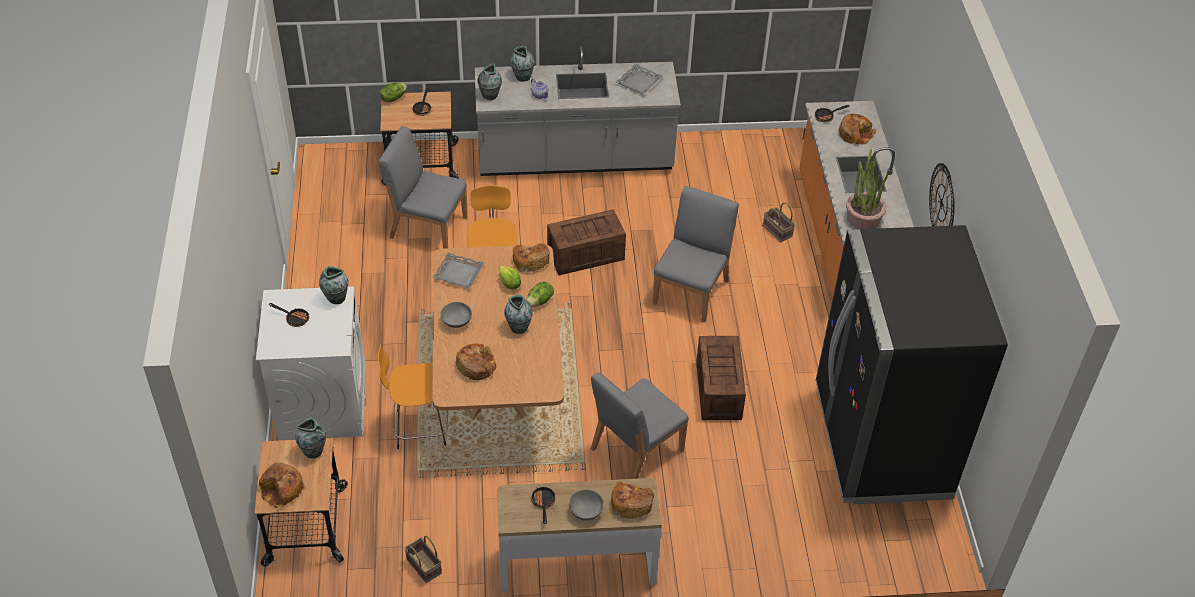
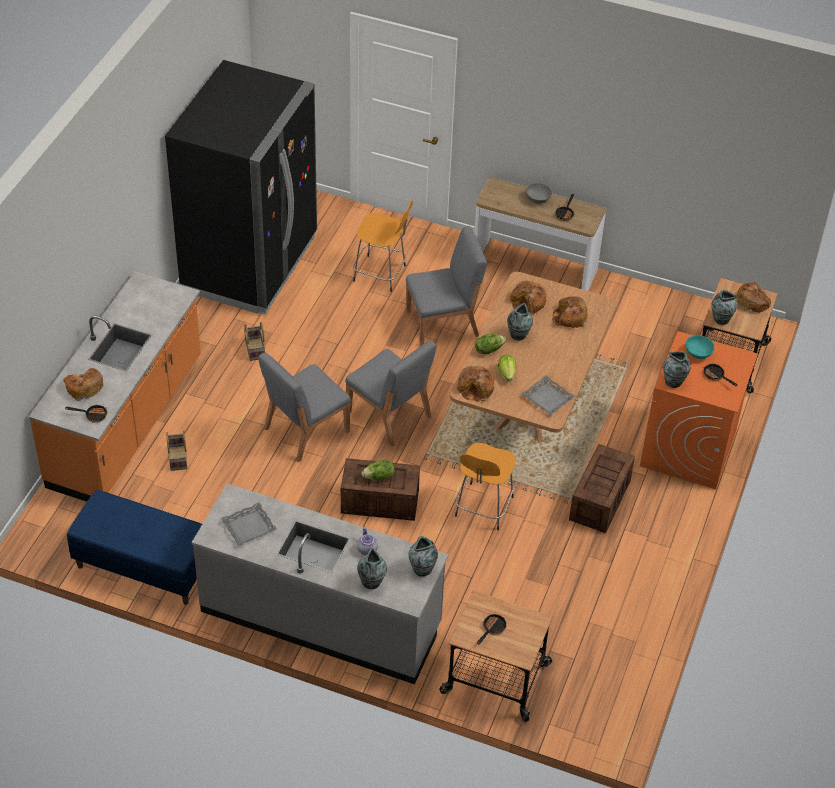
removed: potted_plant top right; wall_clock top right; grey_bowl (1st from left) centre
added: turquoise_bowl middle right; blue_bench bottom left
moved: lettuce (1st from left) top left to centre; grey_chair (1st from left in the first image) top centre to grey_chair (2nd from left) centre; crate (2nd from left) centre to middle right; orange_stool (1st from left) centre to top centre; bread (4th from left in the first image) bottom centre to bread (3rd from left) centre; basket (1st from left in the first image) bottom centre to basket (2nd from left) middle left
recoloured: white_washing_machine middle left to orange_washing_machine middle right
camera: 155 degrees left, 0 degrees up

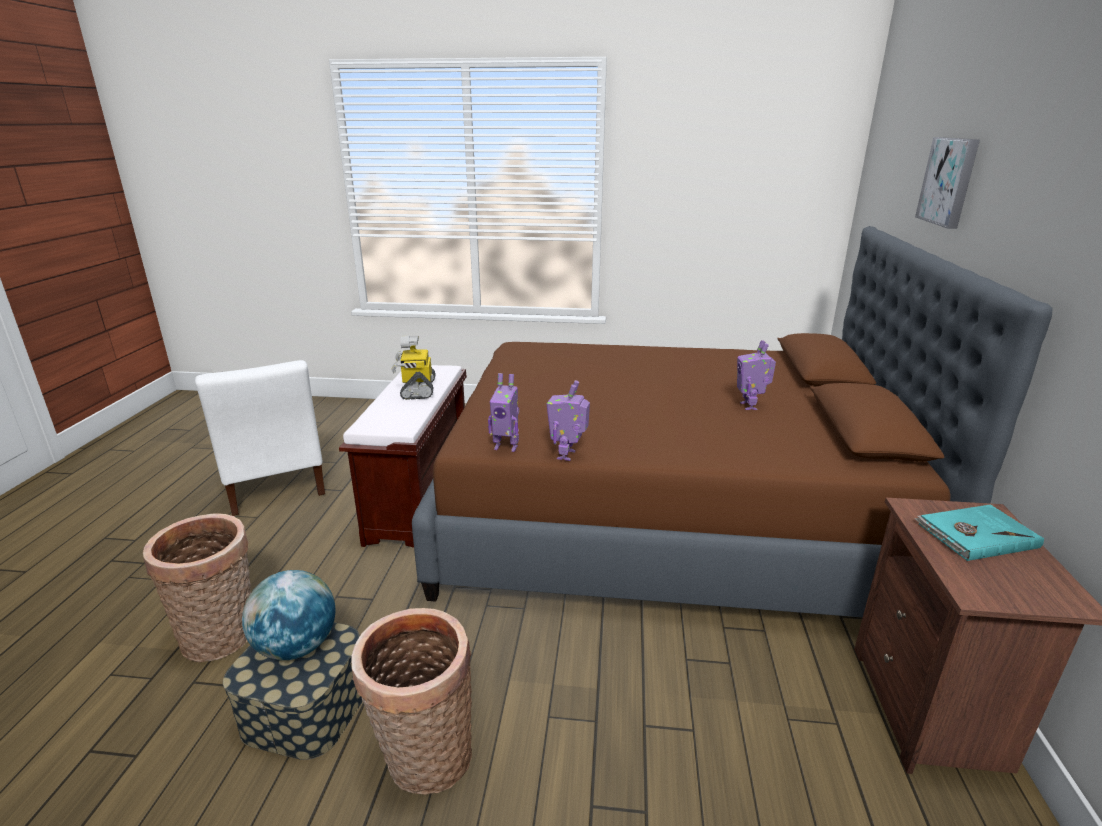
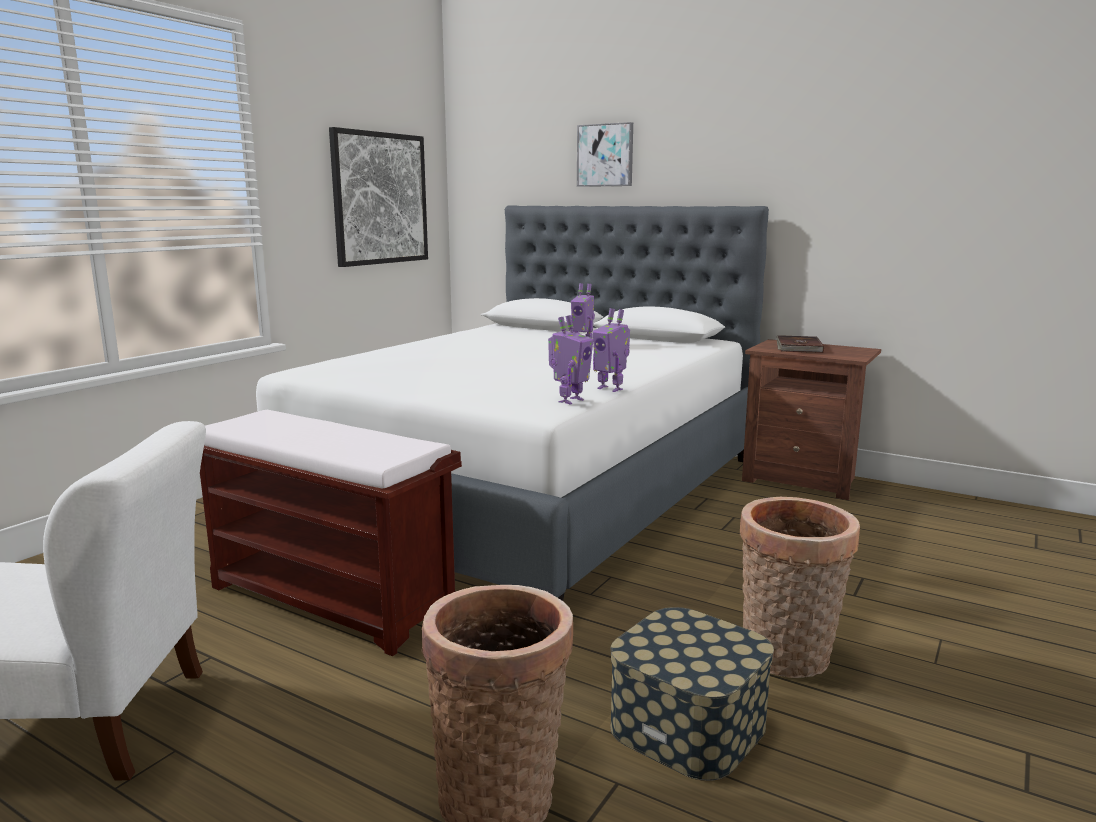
removed: toy_robot (1st from left) centre; globe bottom left
added: picture (1st from left) top centre
recoloured: brown_bed centre to white_bed centre; turquoise_book middle right to brown_book middle right
camera: 65 degrees left, 10 degrees down

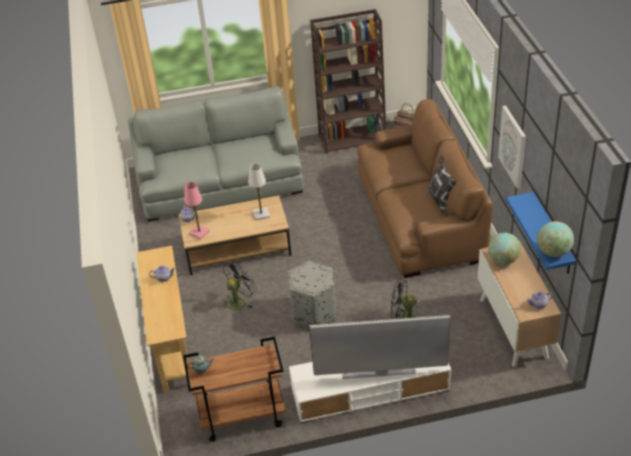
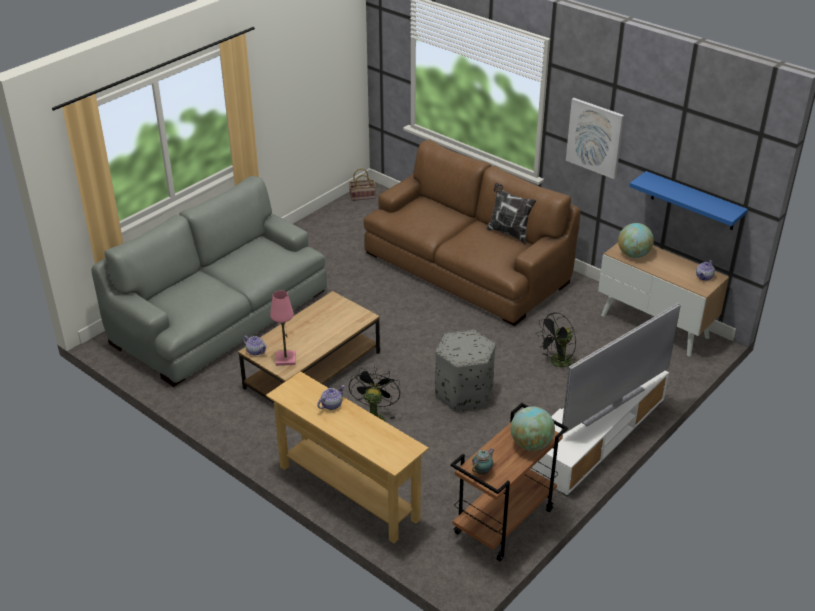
removed: brown_bookcase top centre; white_table_lamp centre
moved: globe (2nd from left in the first image) middle right to globe (1st from left) bottom centre
camera: 40 degrees left, 5 degrees down

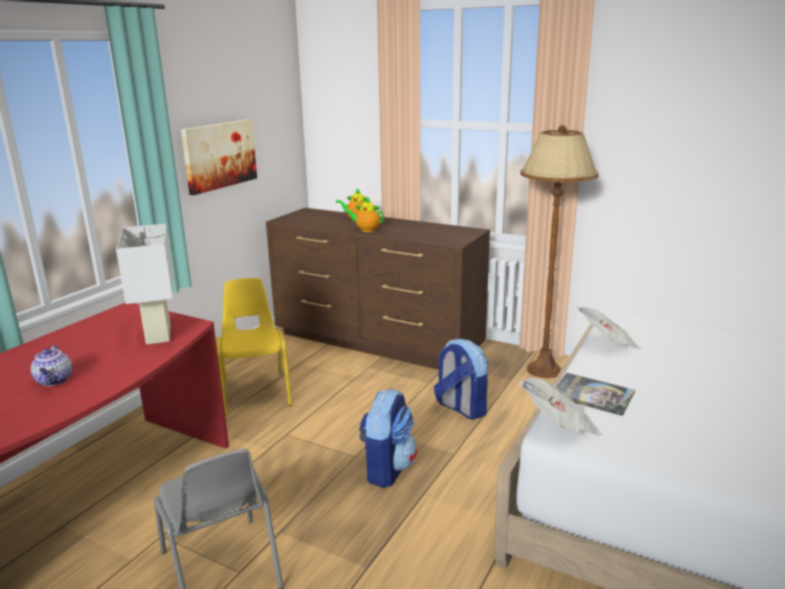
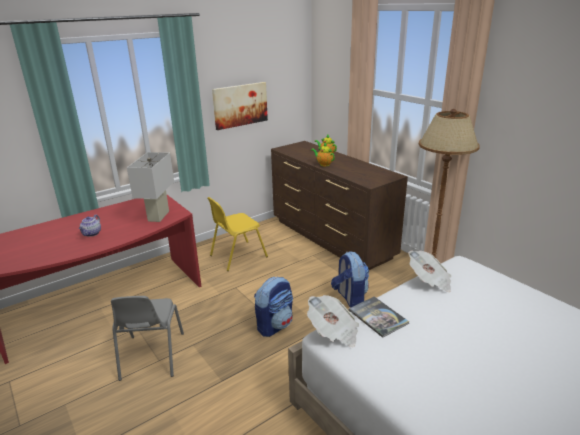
turned: yellow_chair middle left = centre 135 degrees counterclockwise
camera: 25 degrees right, 5 degrees up

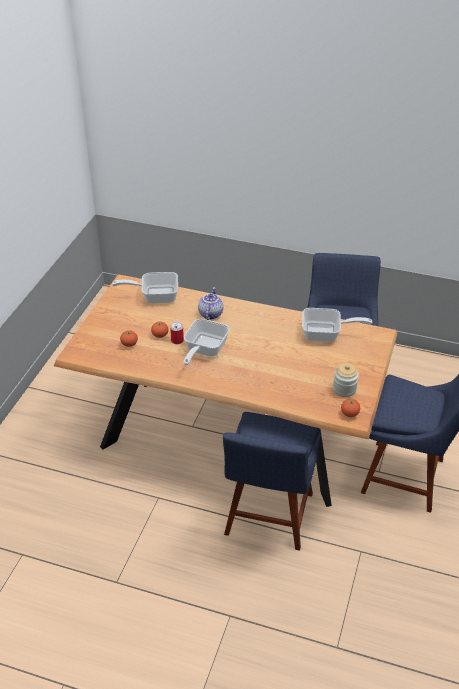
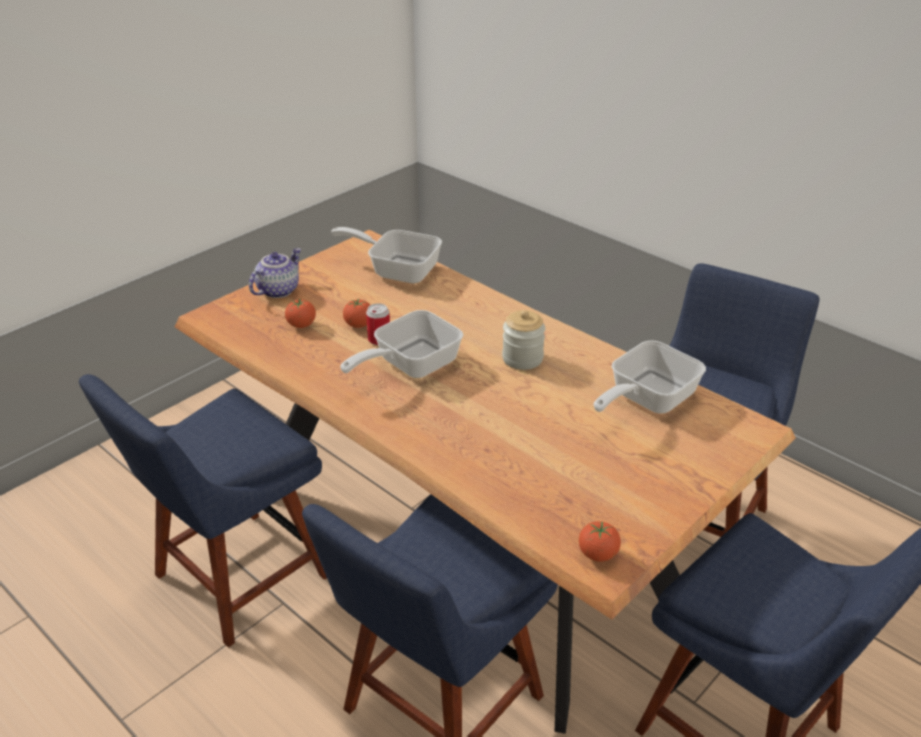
added: blue_chair (1st from left) bottom left
moved: teapot centre to middle left; jar middle right to centre
turned: frying_pan (3rd from left) middle right = middle right 105 degrees clockwise
camera: 25 degrees right, 5 degrees down

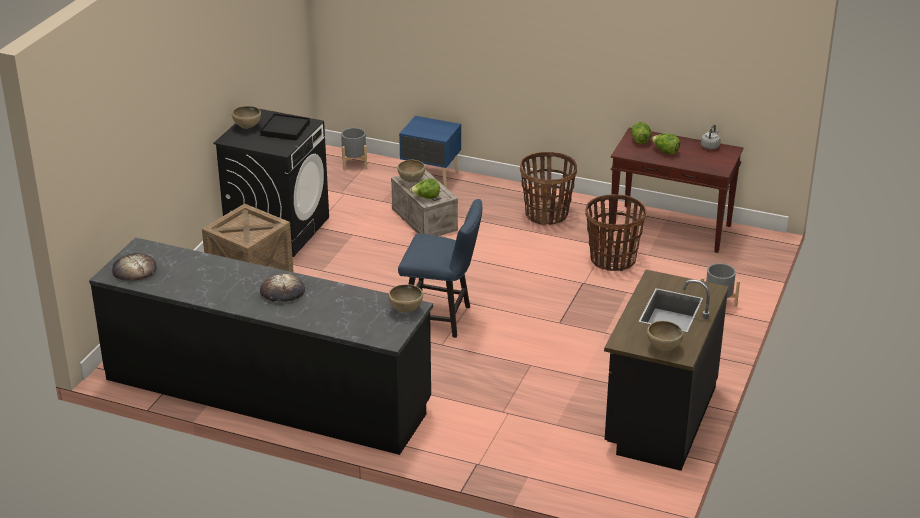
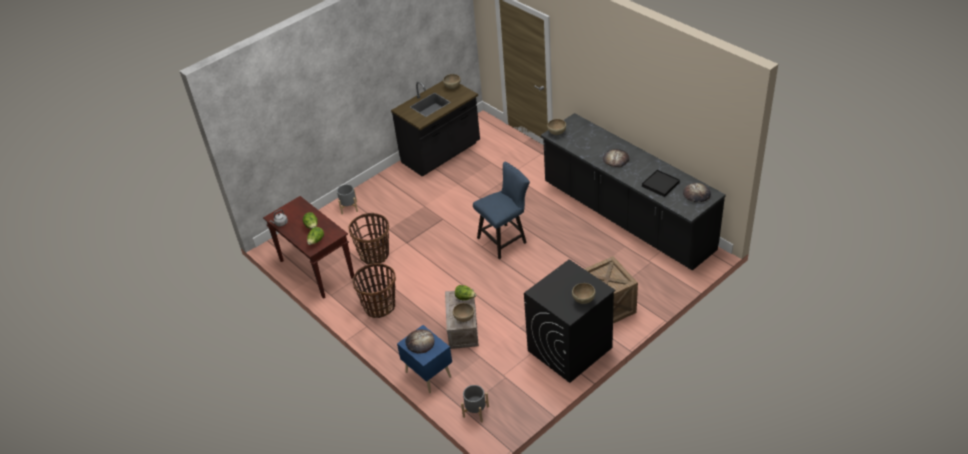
added: bread (1st from left) bottom centre
moved: black_tray top left to middle right
turned: blue_chair centre = centre 105 degrees clockwise
camera: 150 degrees left, 10 degrees up

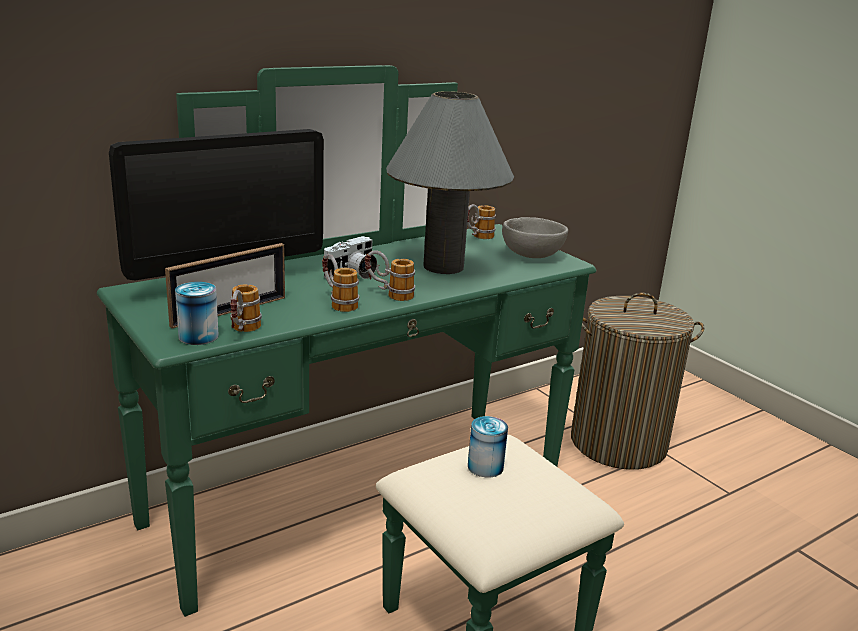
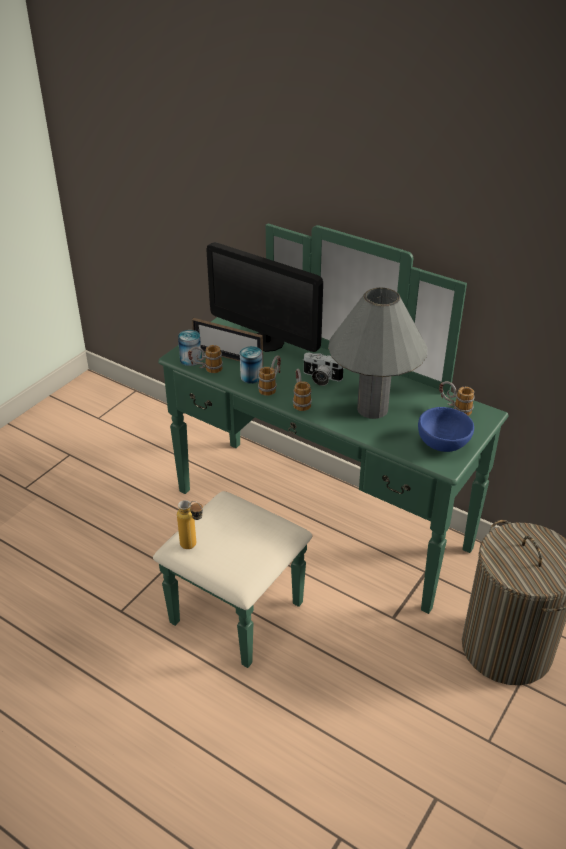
added: bottle centre
moved: can (2nd from left) bottom centre to centre
recoloured: grey_bowl centre to blue_bowl middle right
camera: 70 degrees right, 15 degrees up

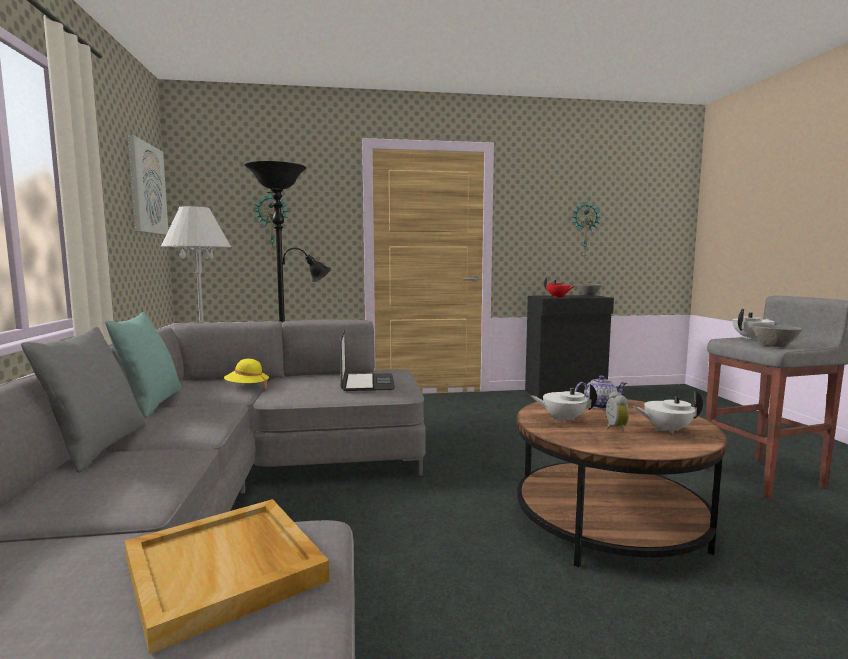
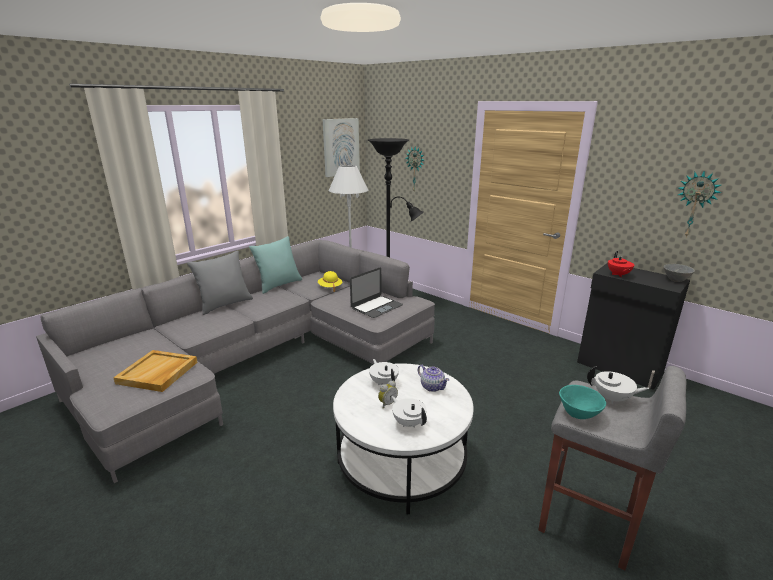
recoloured: grey_bowl (2nd from left) middle right to turquoise_bowl bottom right; brown_coffee_table bottom right to white_coffee_table bottom centre
camera: 50 degrees right, 15 degrees up

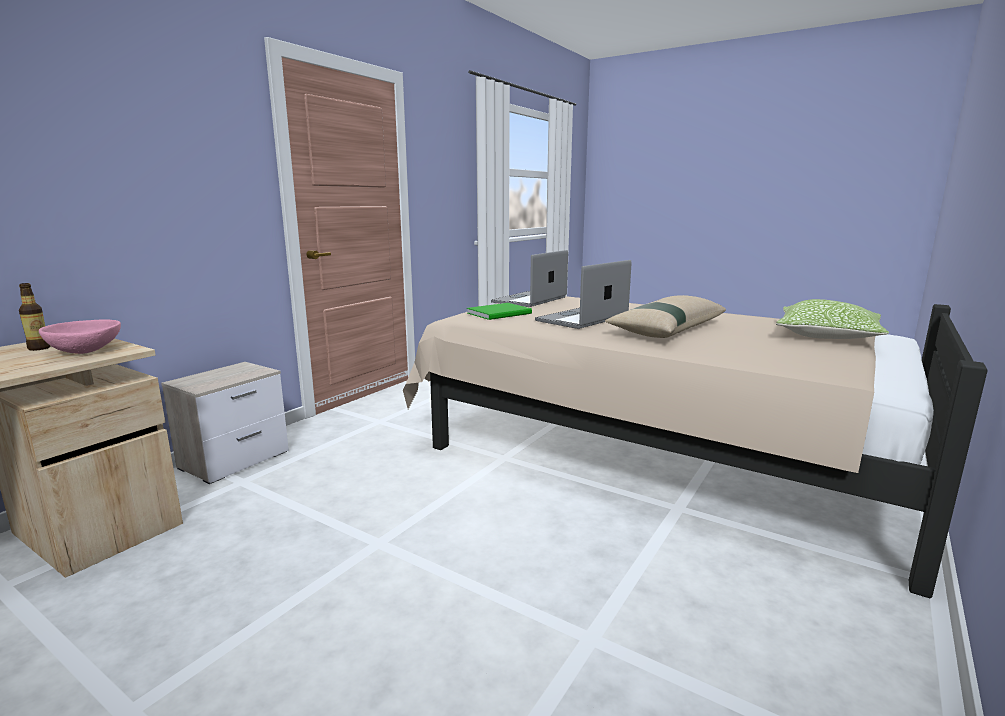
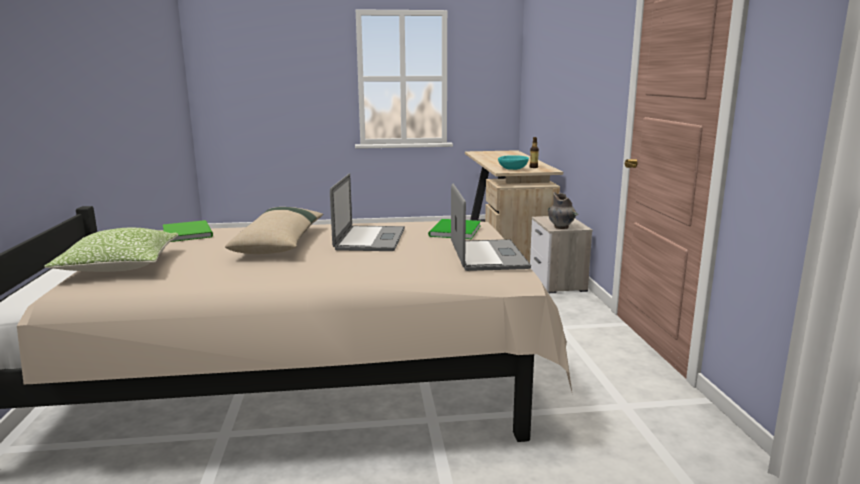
added: grey_vase centre; green_book (1st from left) middle left
recoloured: pink_bowl middle left to turquoise_bowl centre
camera: 140 degrees right, 0 degrees up

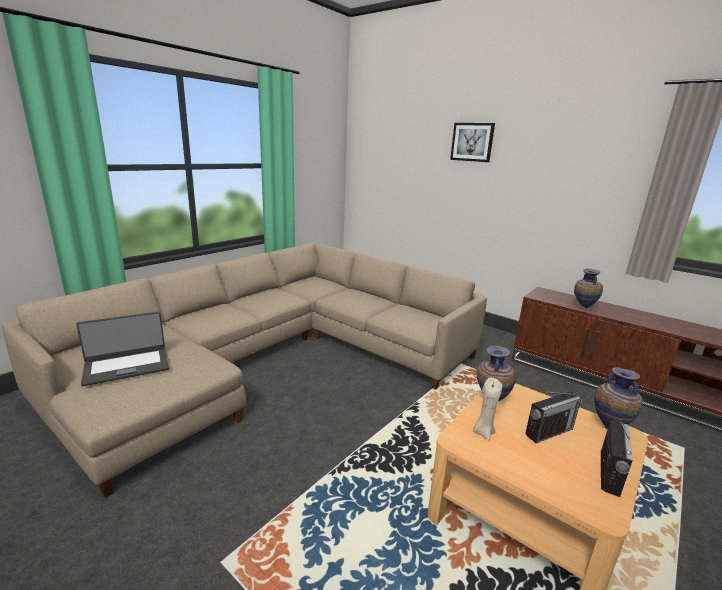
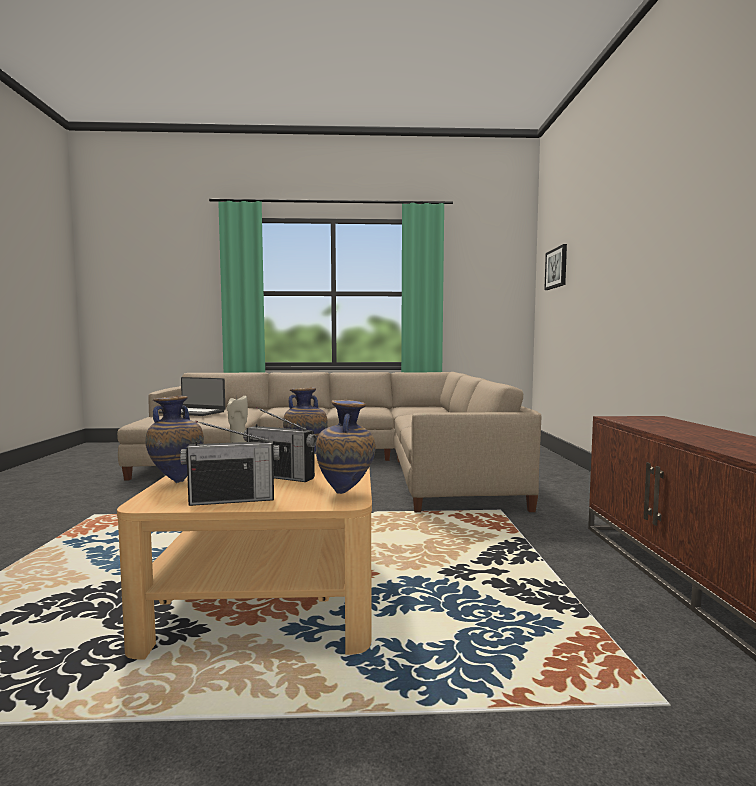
moved: picture top centre to middle right; vase (2nd from left in the first image) middle right to vase (1st from left) middle left
camera: 50 degrees right, 15 degrees down

